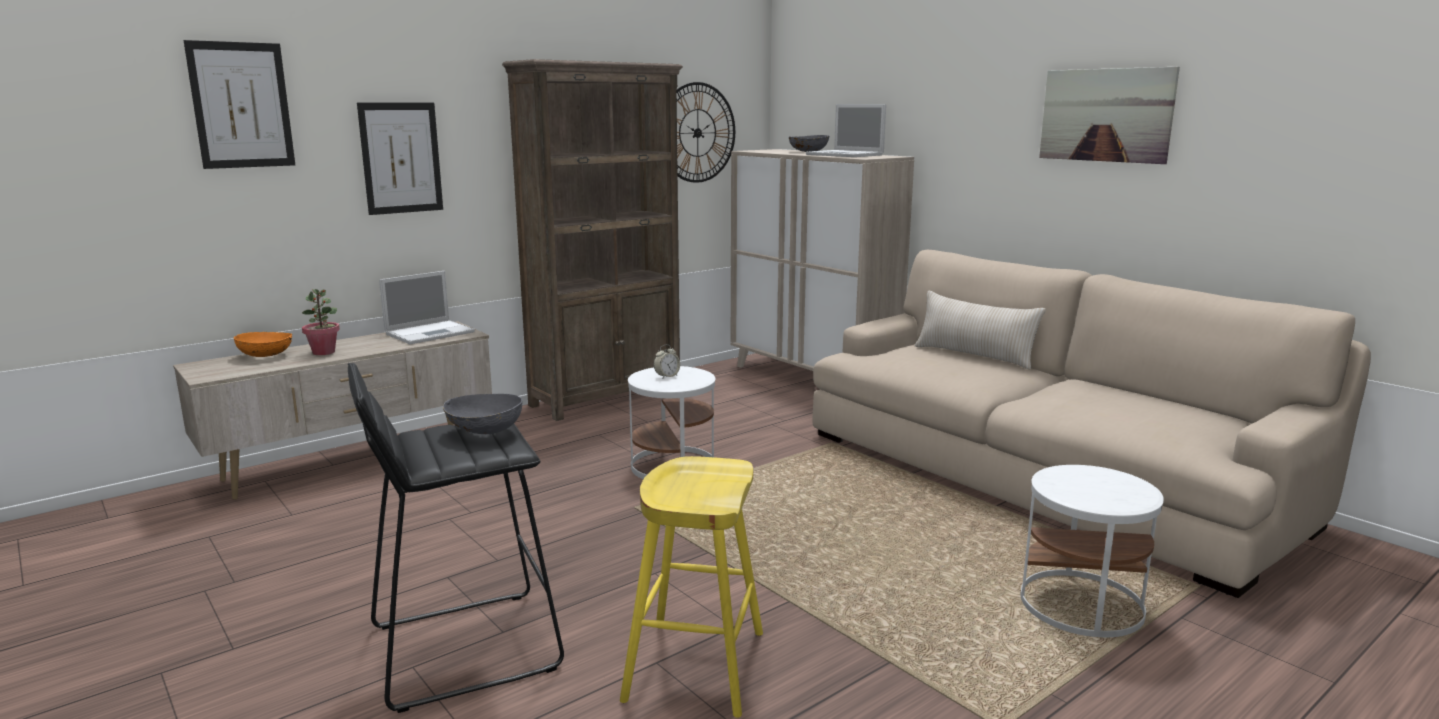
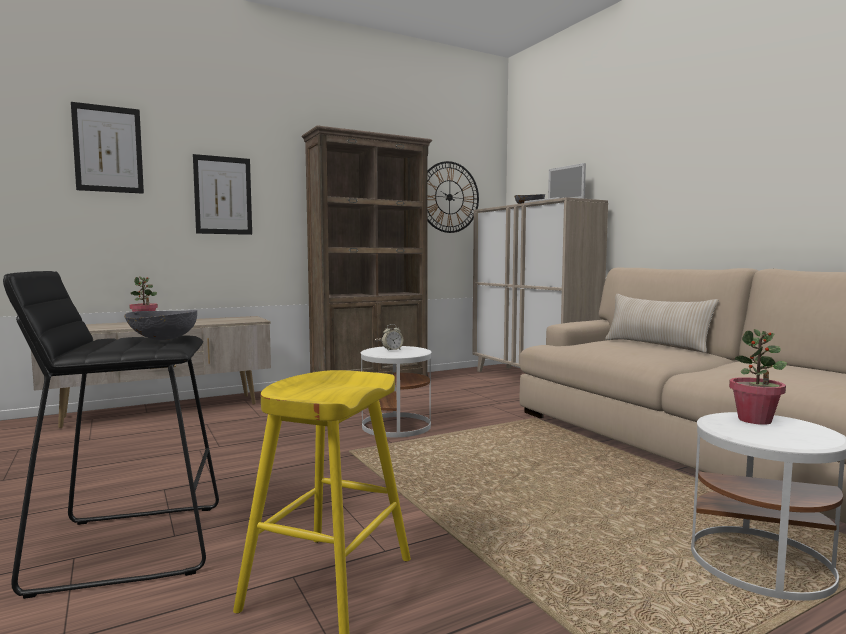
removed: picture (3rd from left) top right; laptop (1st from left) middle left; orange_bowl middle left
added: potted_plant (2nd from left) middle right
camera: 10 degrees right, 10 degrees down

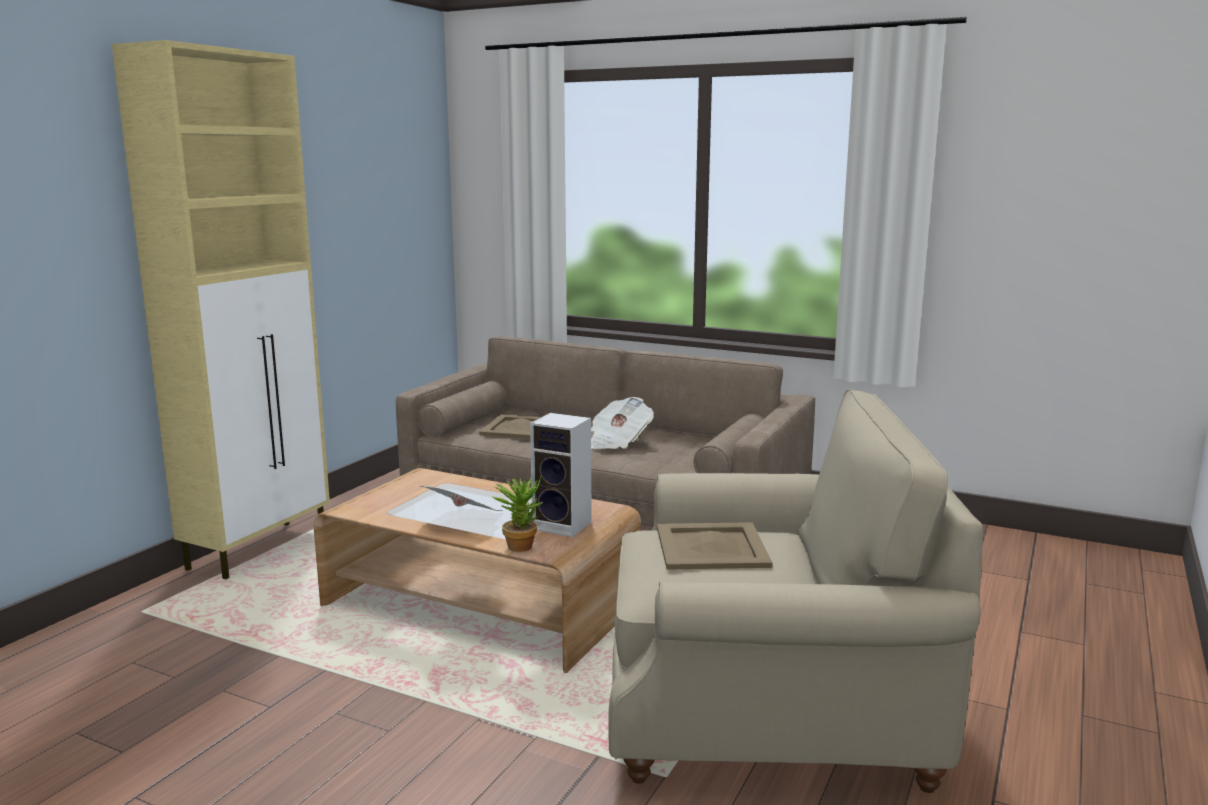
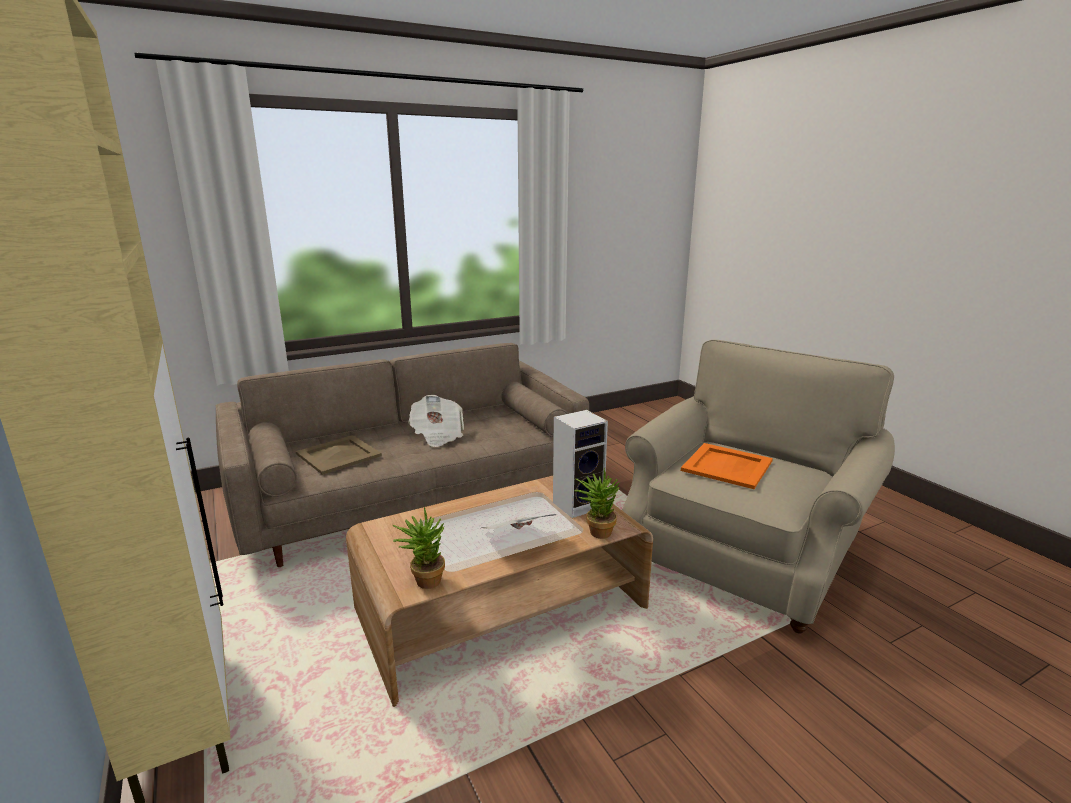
added: potted_plant (1st from left) bottom centre
recoloured: beige_tray (2nd from left) bottom centre to orange_tray middle right
camera: 55 degrees left, 5 degrees up

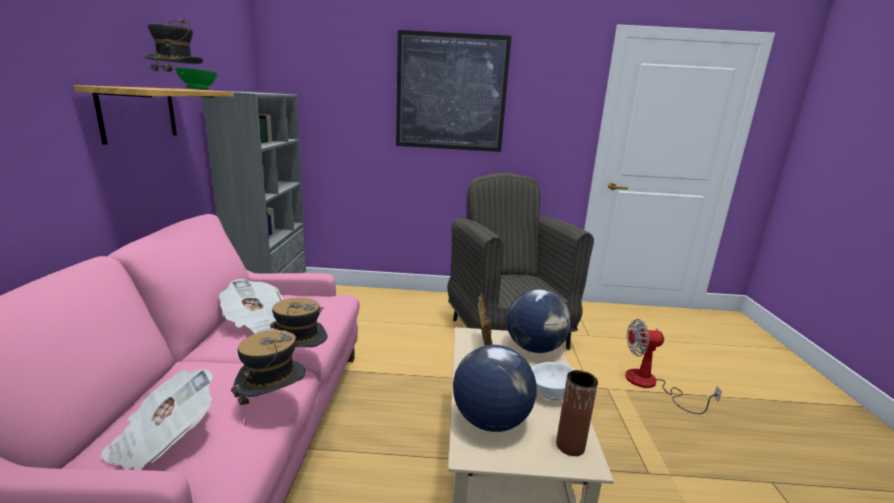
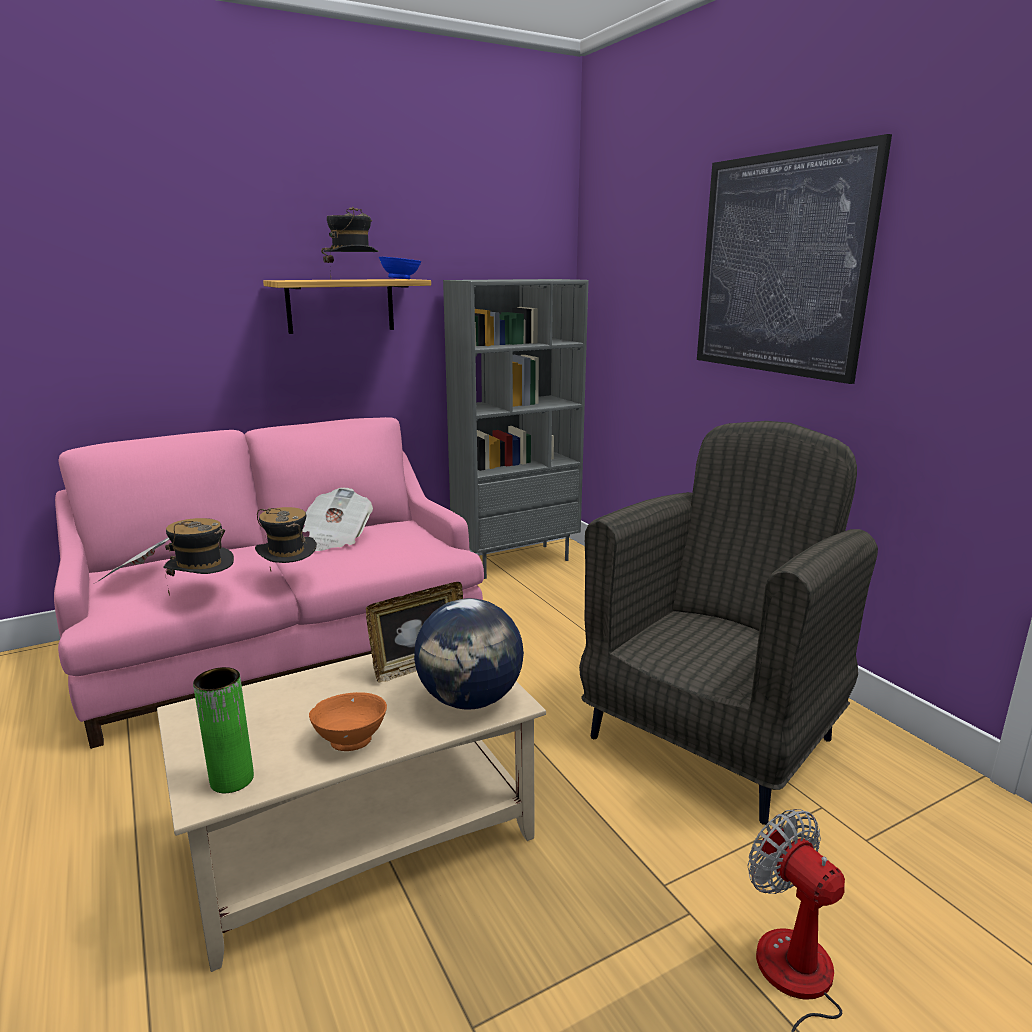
removed: globe (1st from left) bottom centre
recoloured: green_bowl top left to blue_bowl top centre; white_bowl bottom centre to orange_bowl bottom centre; brown_vase bottom centre to green_vase bottom left
camera: 60 degrees right, 0 degrees up

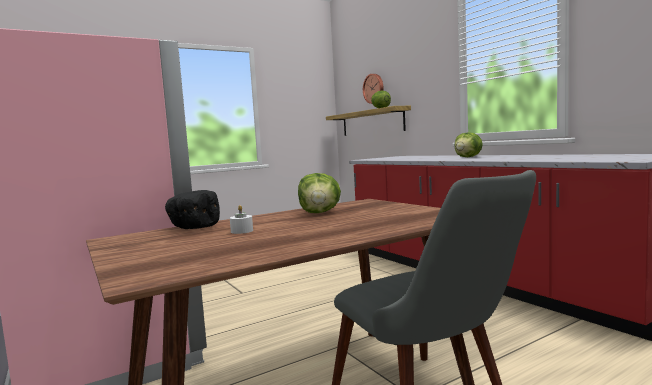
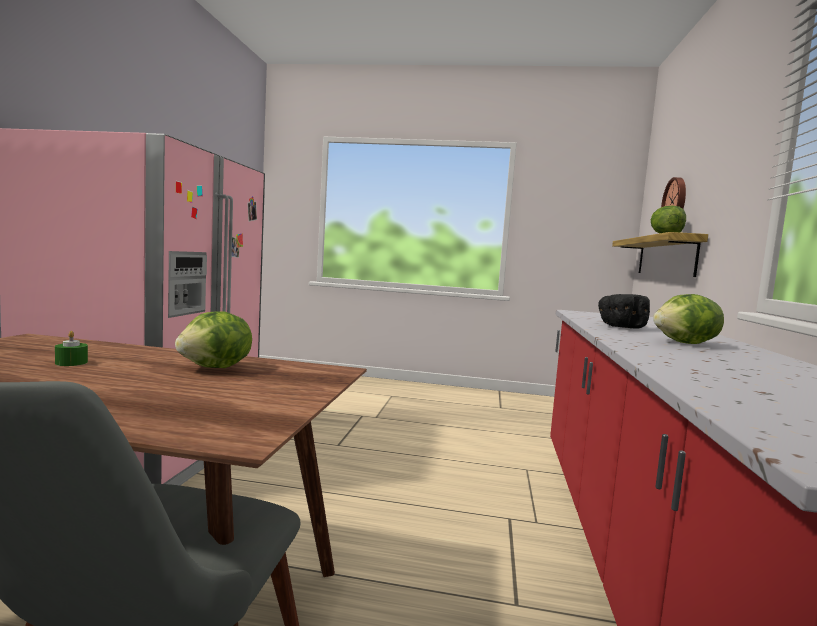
moved: black_bowl middle left to middle right
recoloured: white_candle centre to green_candle middle left
camera: 40 degrees right, 0 degrees up

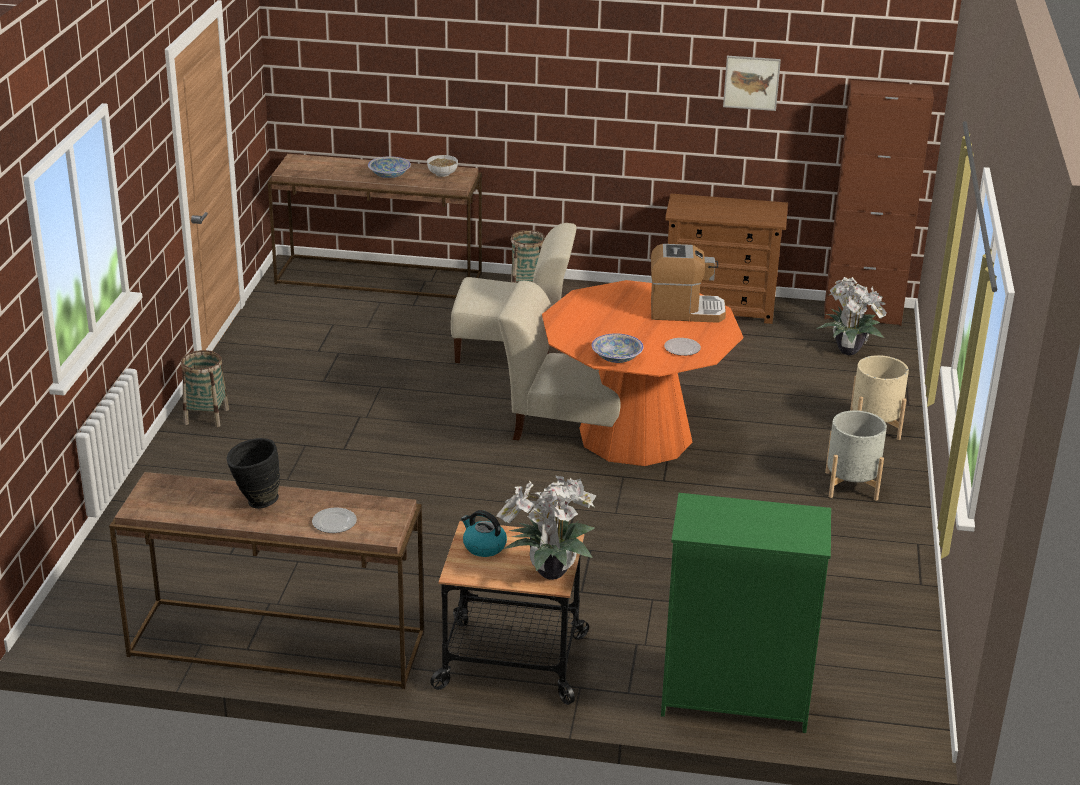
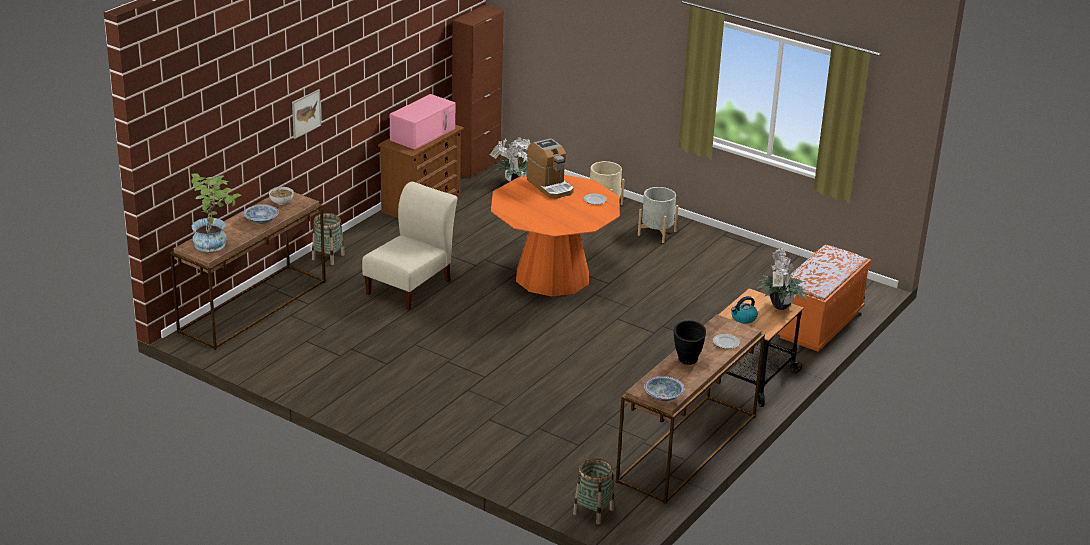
removed: beige_chair (2nd from left) centre
added: pink_microwave top centre; potted_plant (1st from left) middle left
moved: picture top right to top left; bowl (3rd from left) centre to bottom centre; basket (1st from left in the first image) middle left to basket (2nd from left) bottom centre
replaced: green_dresser bottom right to orange_bench middle right
turned: coffee_machine centre = top centre 120 degrees clockwise
camera: 65 degrees left, 0 degrees up

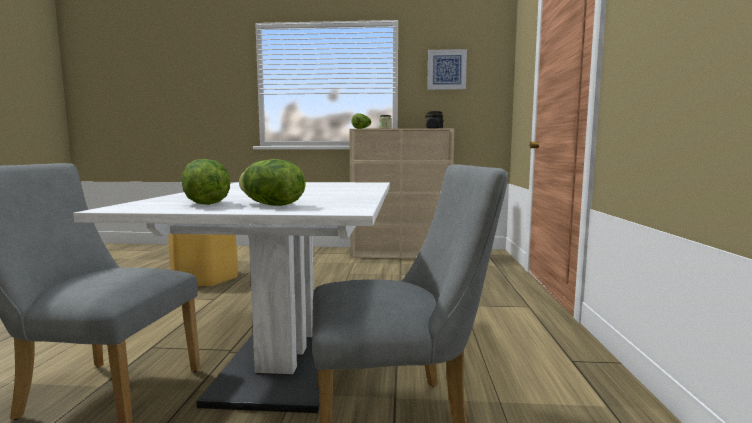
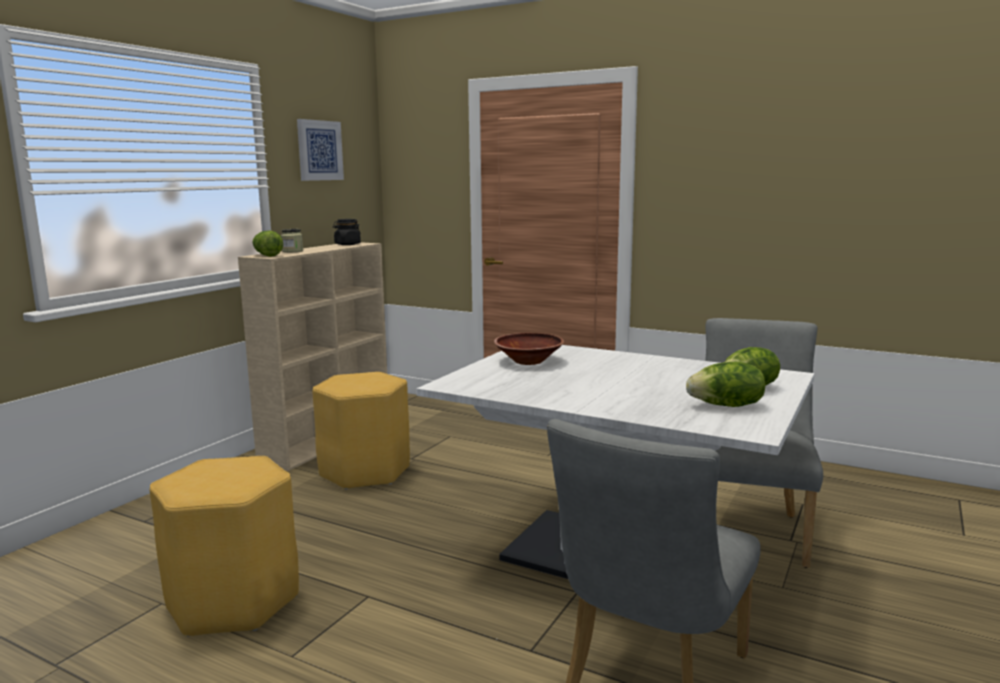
added: brown_bowl centre; yellow_stool (2nd from left) centre
camera: 65 degrees left, 5 degrees up

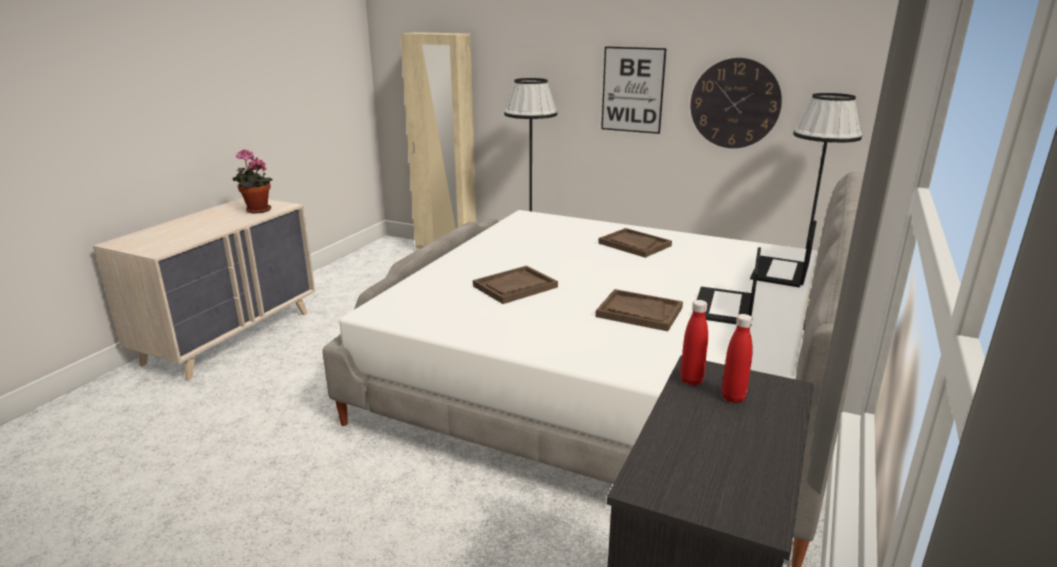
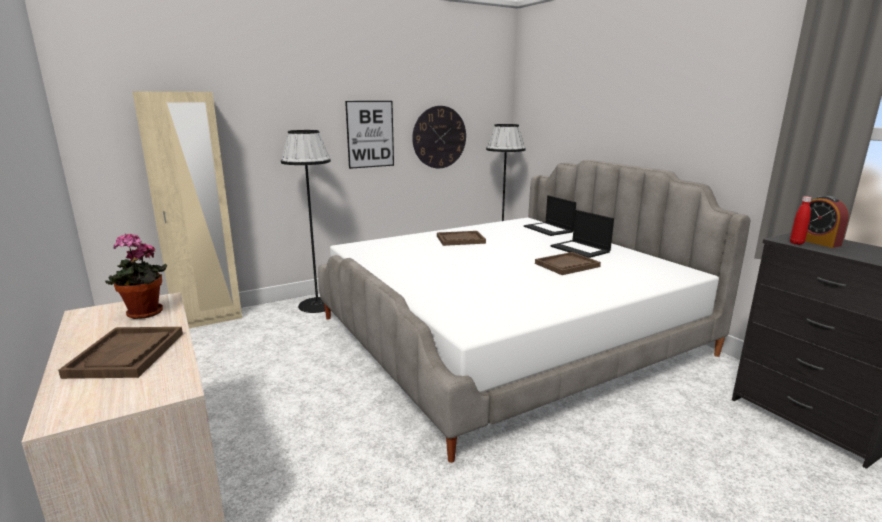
moved: brown_tray (1st from left) centre to bottom left
replaced: red_bottle (2nd from left) middle right to alarm_clock middle right
camera: 55 degrees left, 5 degrees down

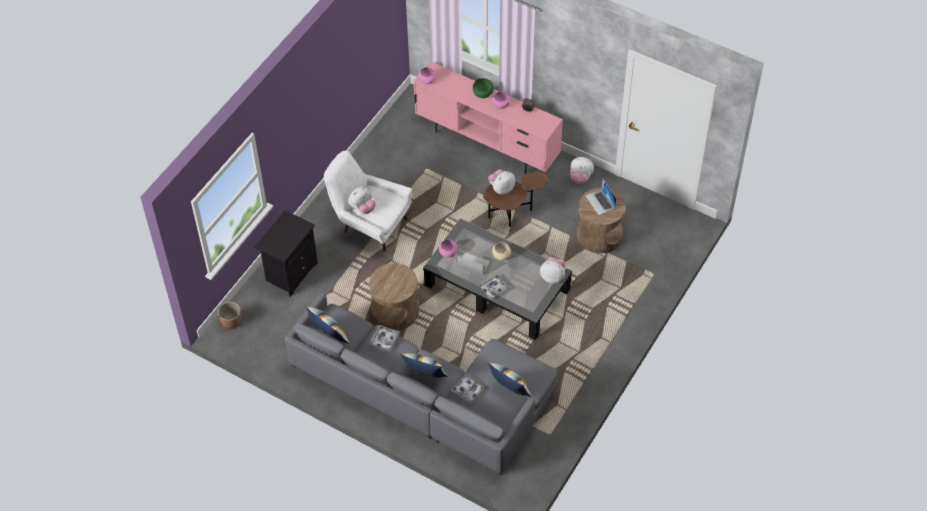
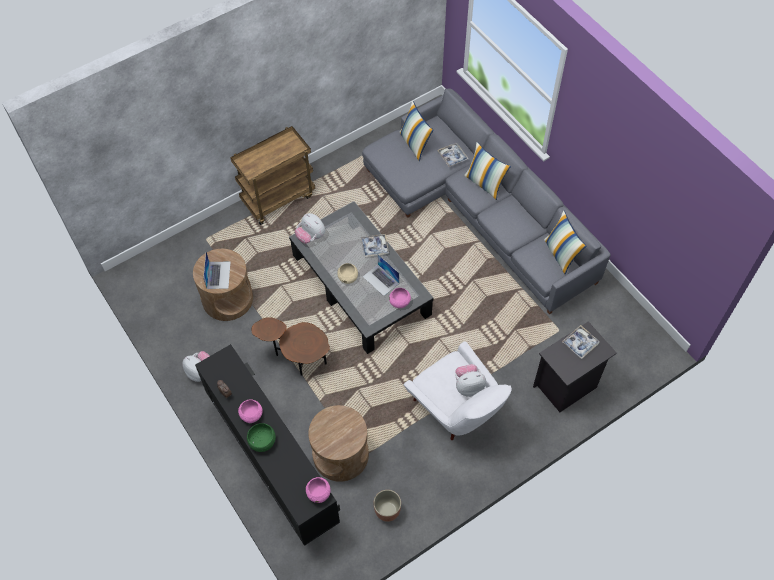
removed: plush_toy (2nd from left) centre
added: brown_cart top centre
moved: brown_side_table (1st from left in the first image) centre to brown_side_table (3rd from left) bottom centre; planter middle left to bottom centre; tray (1st from left in the first image) centre to tray (3rd from left) middle right
recoloured: pink_tv_stand top centre to black_tv_stand bottom centre
camera: 155 degrees left, 5 degrees up

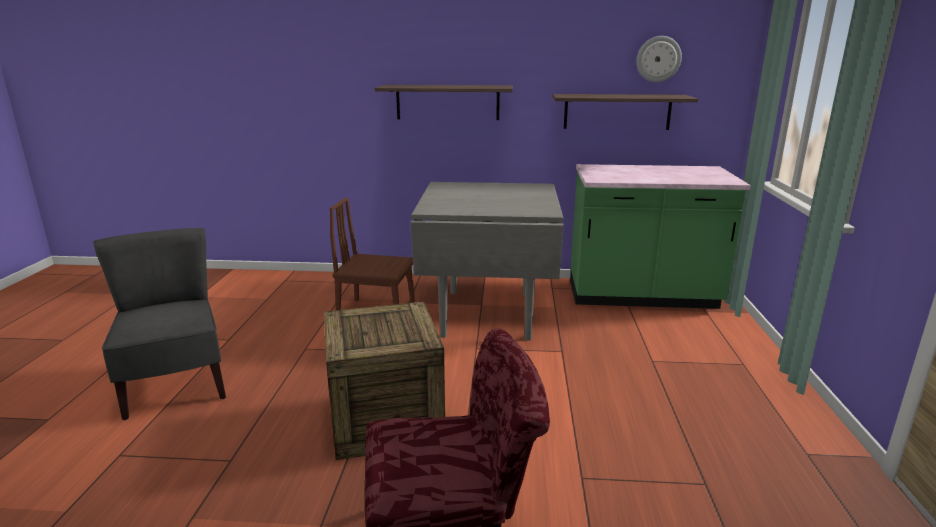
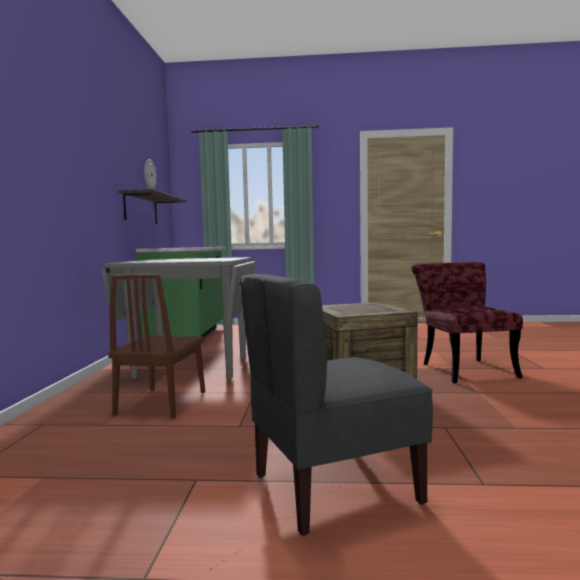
removed: shelf (1st from left) top centre
camera: 90 degrees left, 15 degrees down

